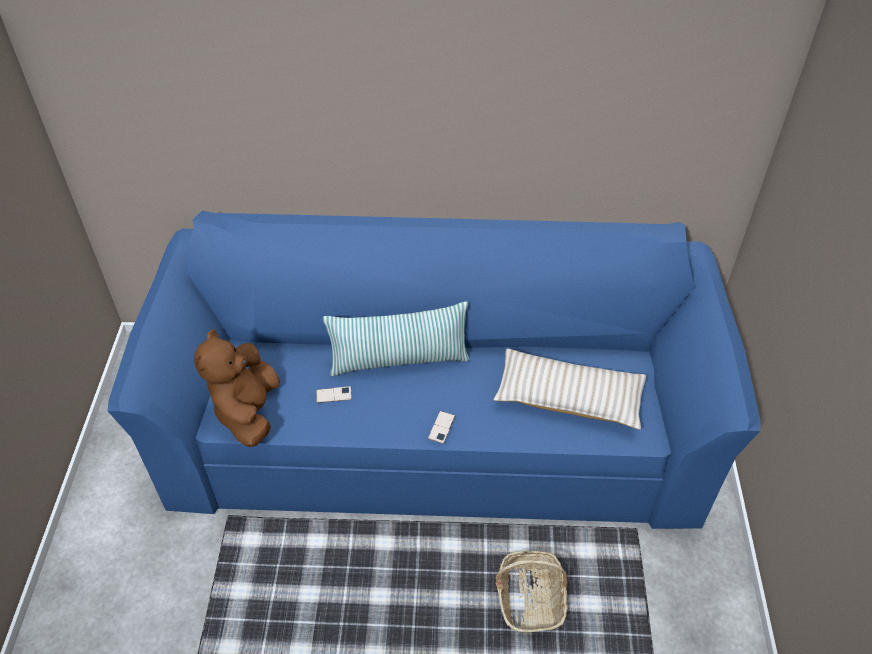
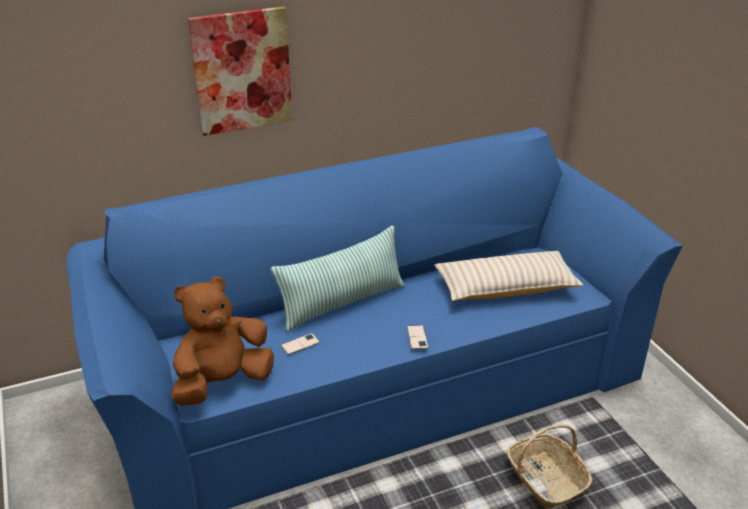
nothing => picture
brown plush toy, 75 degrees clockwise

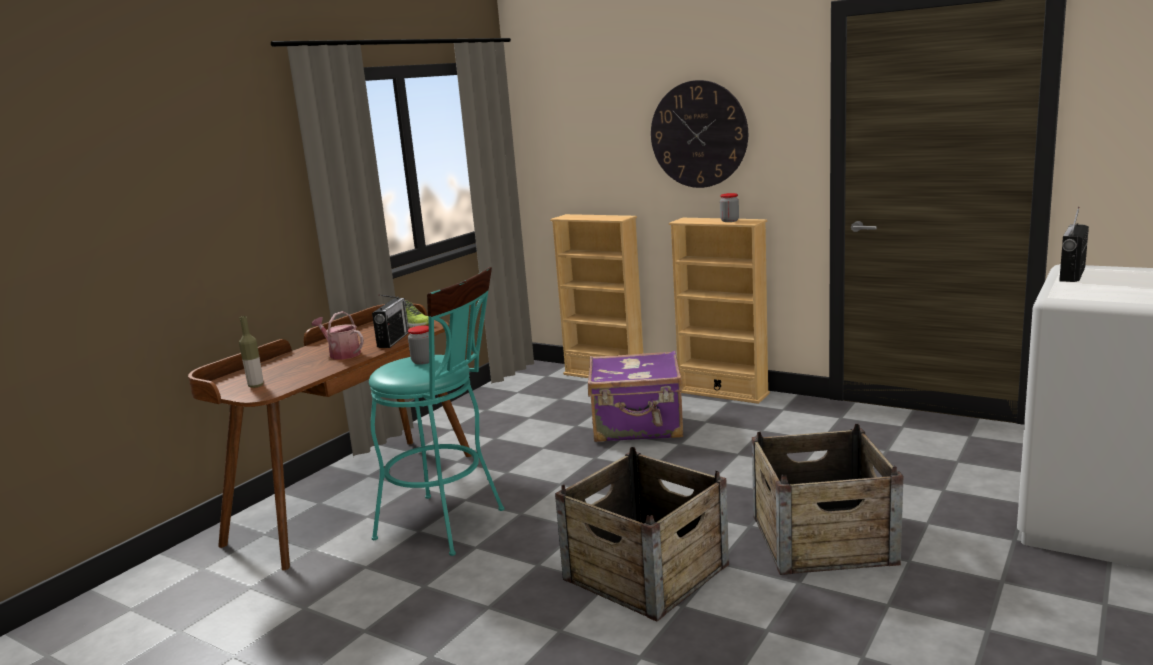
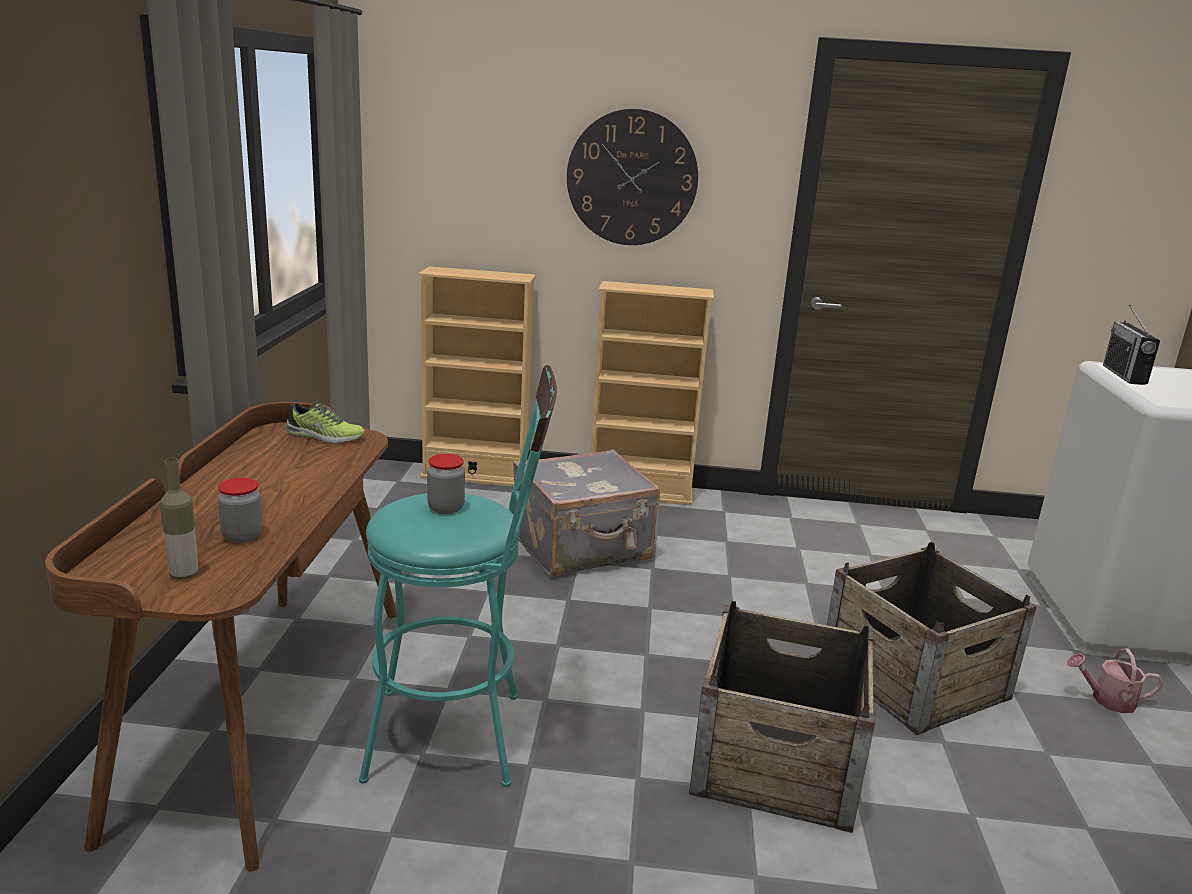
radio (1st from left) => nothing
sprinkling can, move
jar (2nd from left in the first image) => jar (1st from left), move
purple-coloured suitcase => greyish suitcase

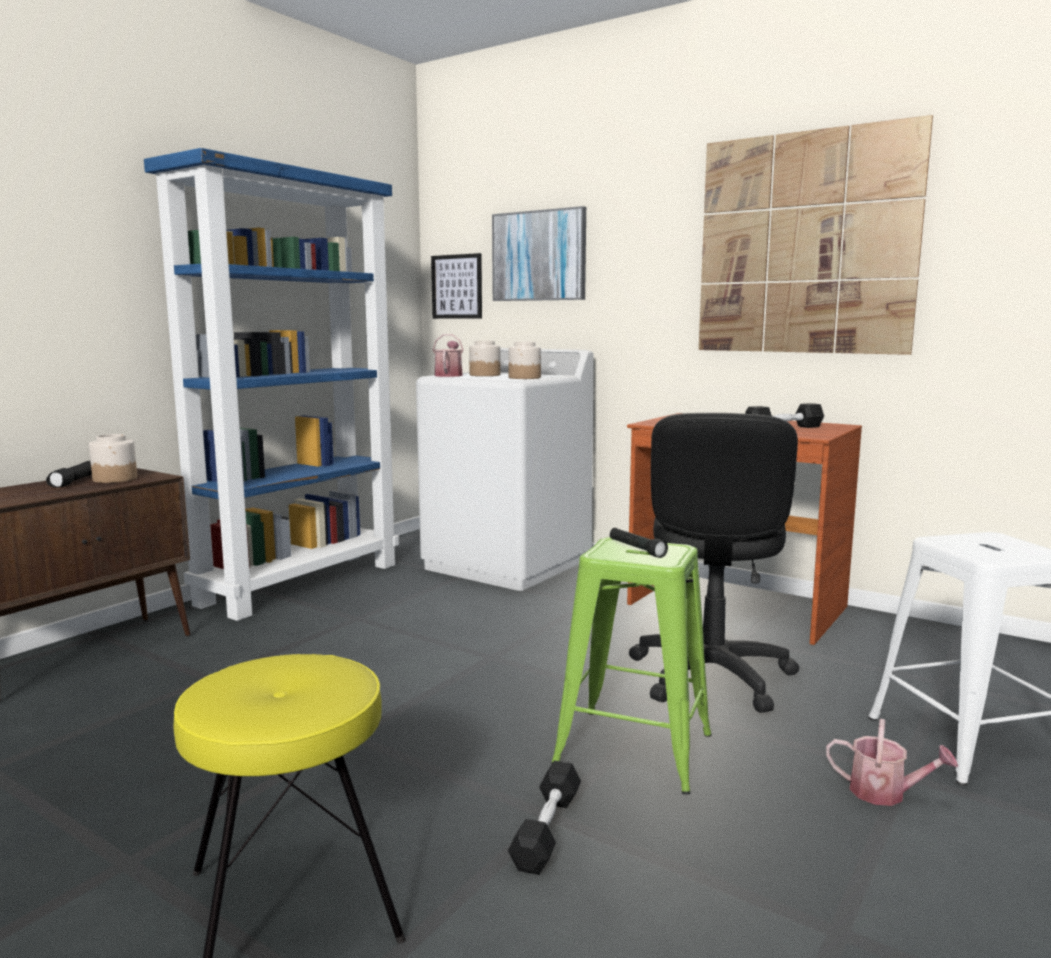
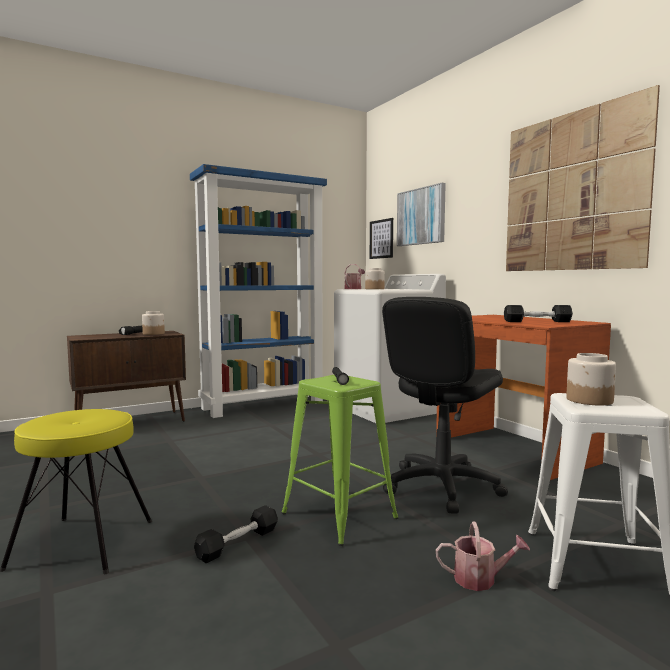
jar (3rd from left), move
sprinkling can (2nd from left), 45 degrees counterclockwise

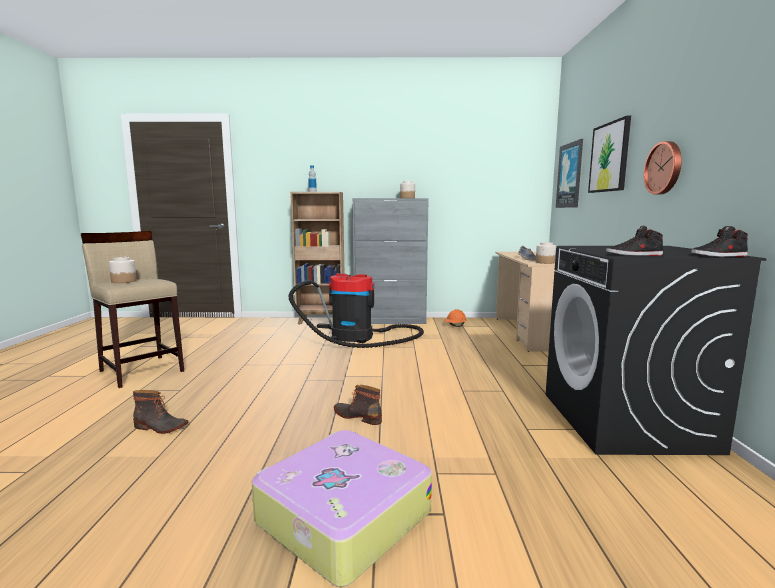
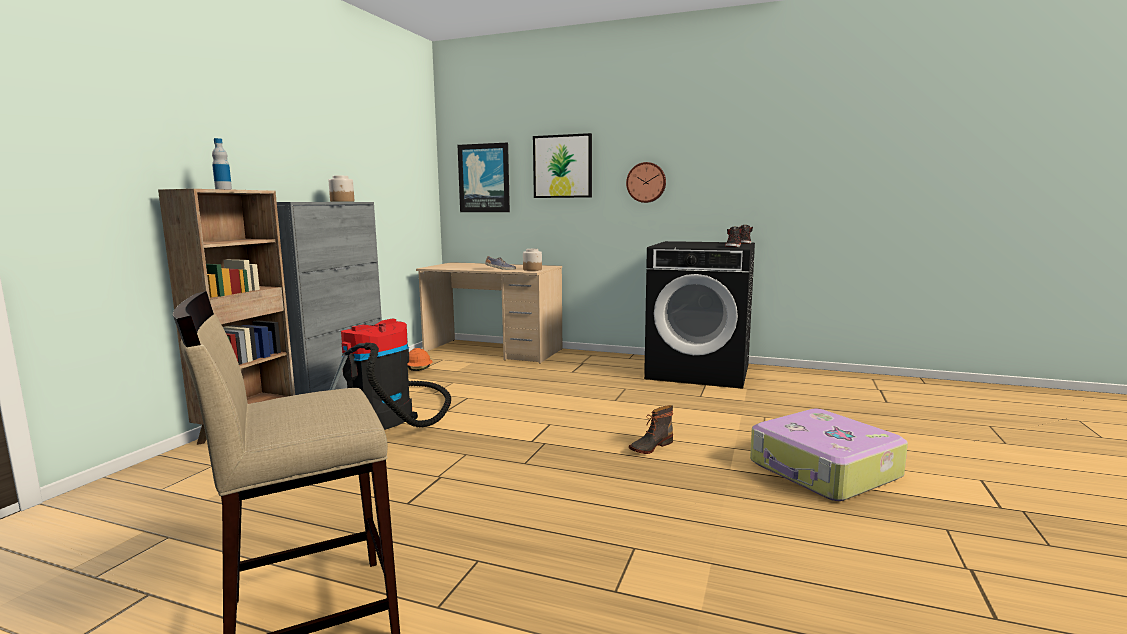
jar (1st from left) => nothing
tall boot (1st from left) => nothing

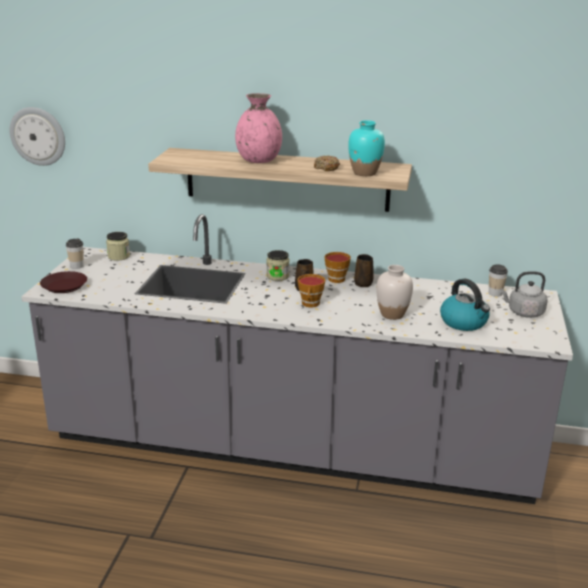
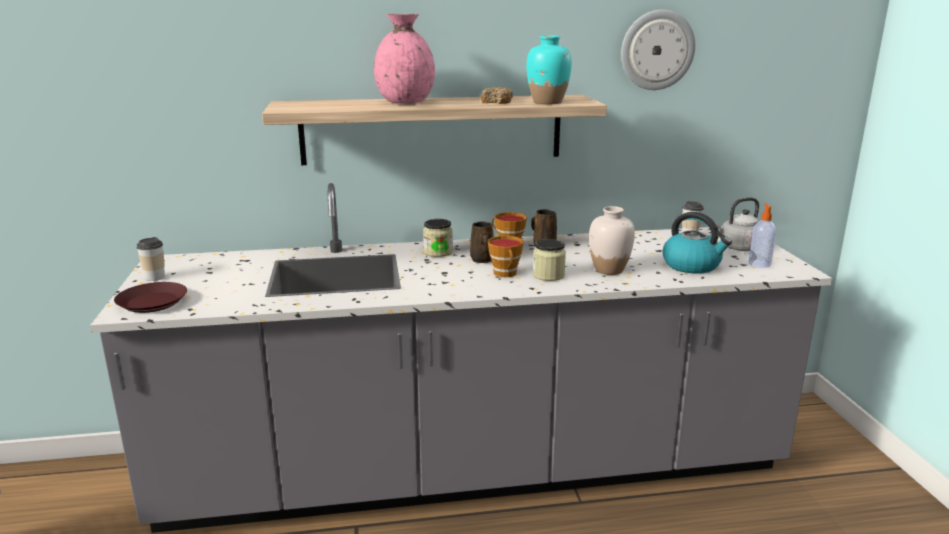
nothing => soap dispenser
wall clock, move
jar (1st from left in the first image) => jar (2nd from left), move

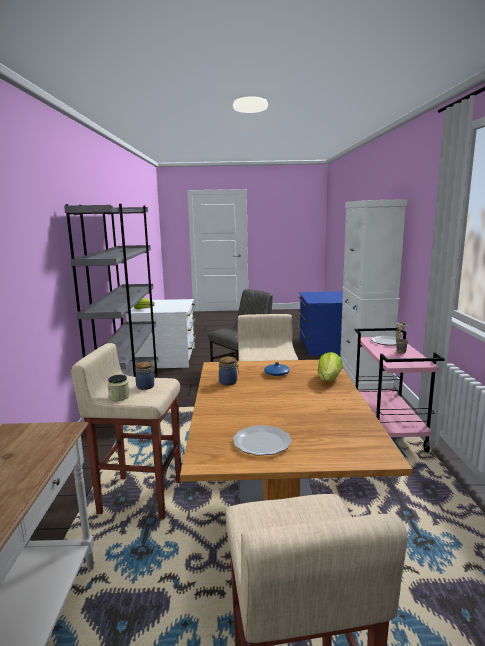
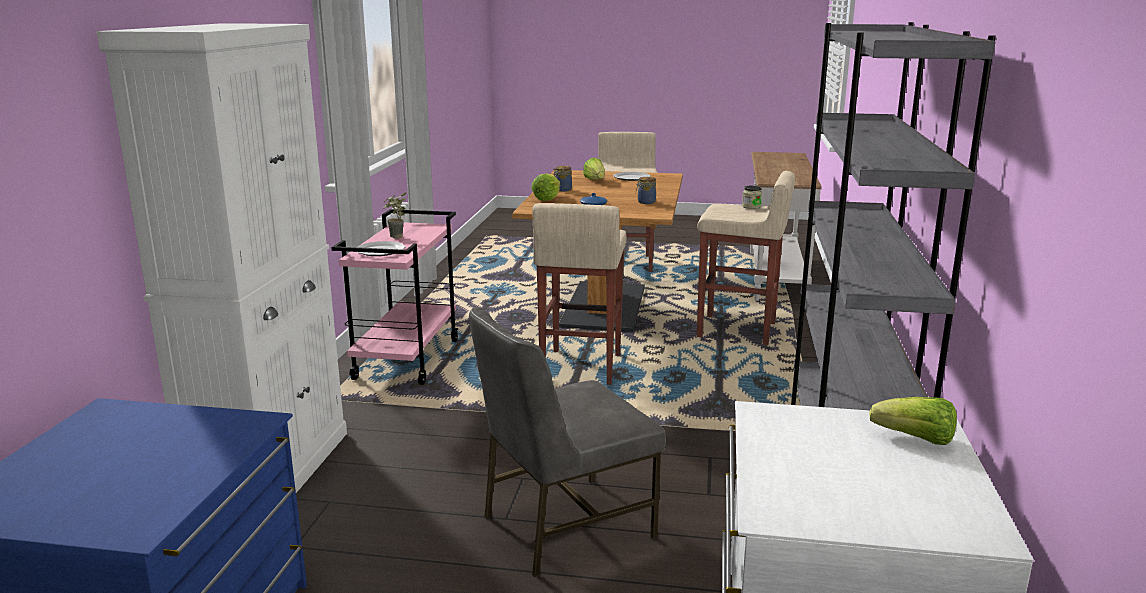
nothing => lettuce (2nd from left)
jar (2nd from left in the first image) => jar (1st from left), move

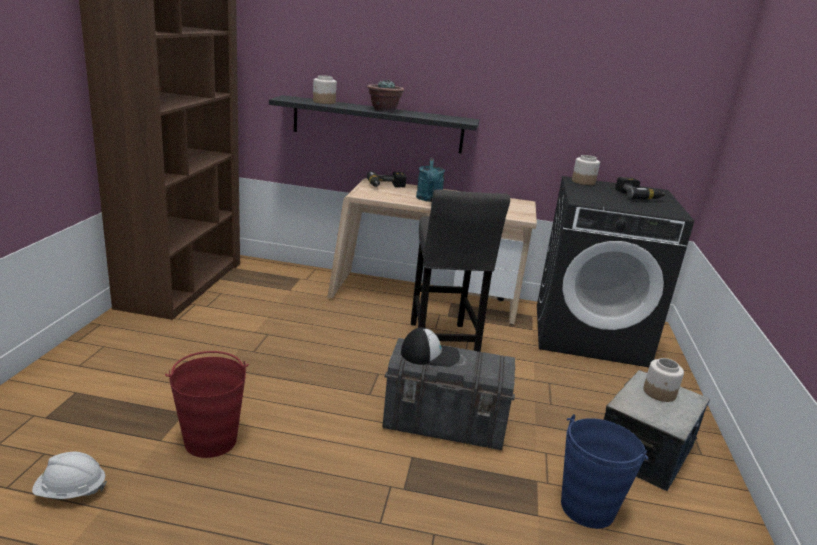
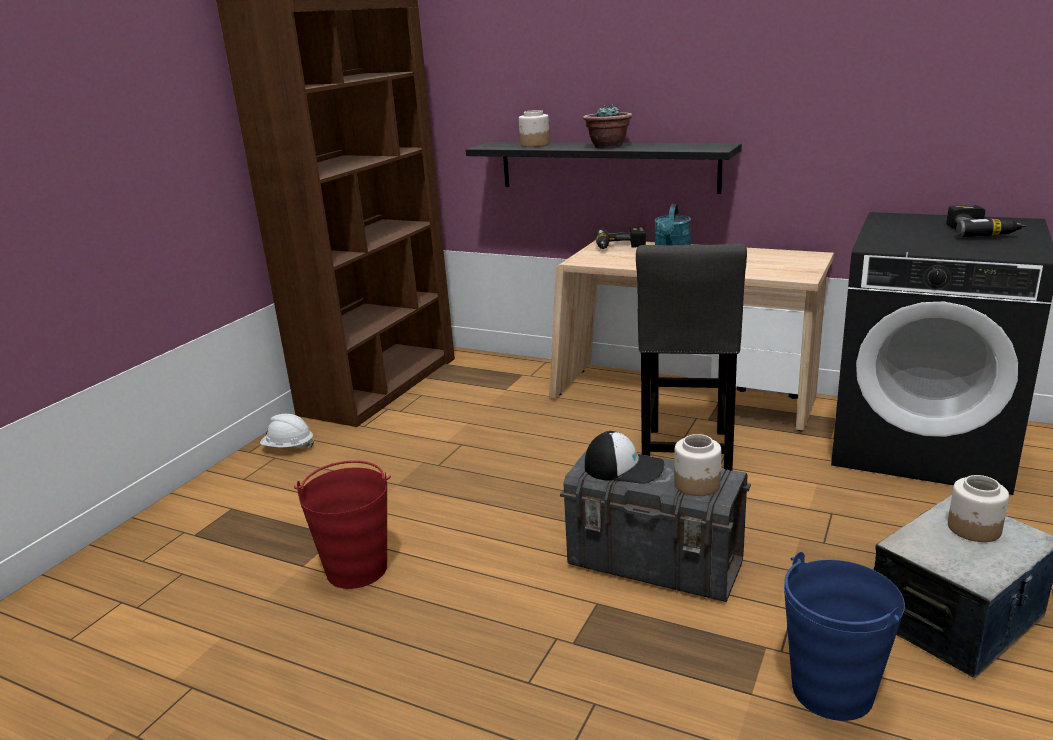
white safety helmet, move
jar (2nd from left), move

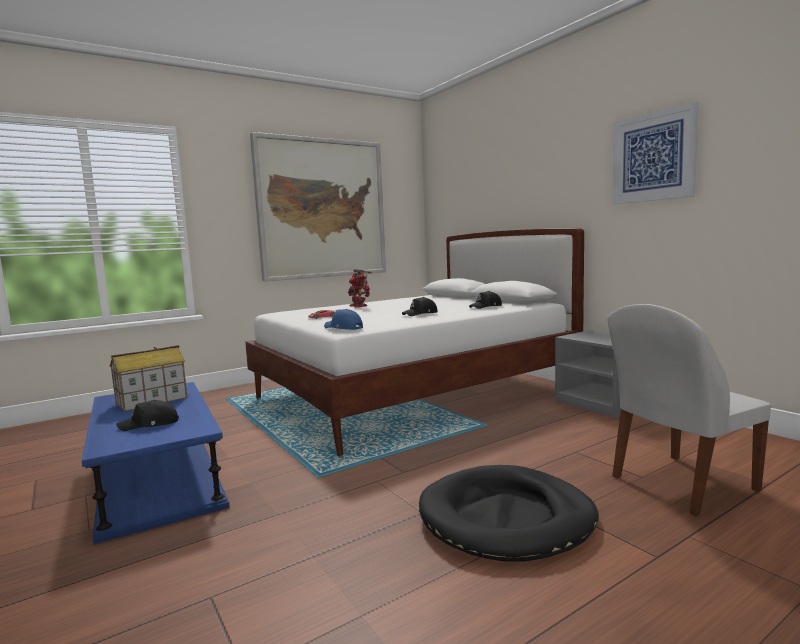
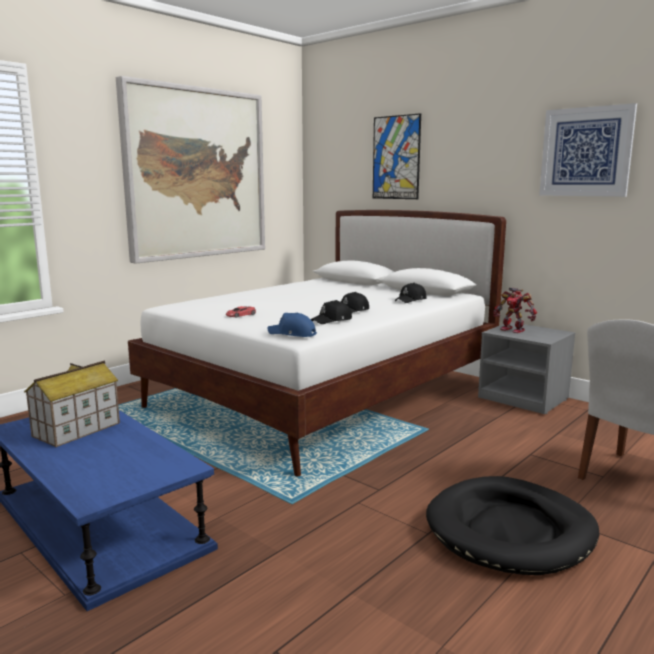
nothing => picture (2nd from left)
black baseball cap (1st from left), move
model robot, move

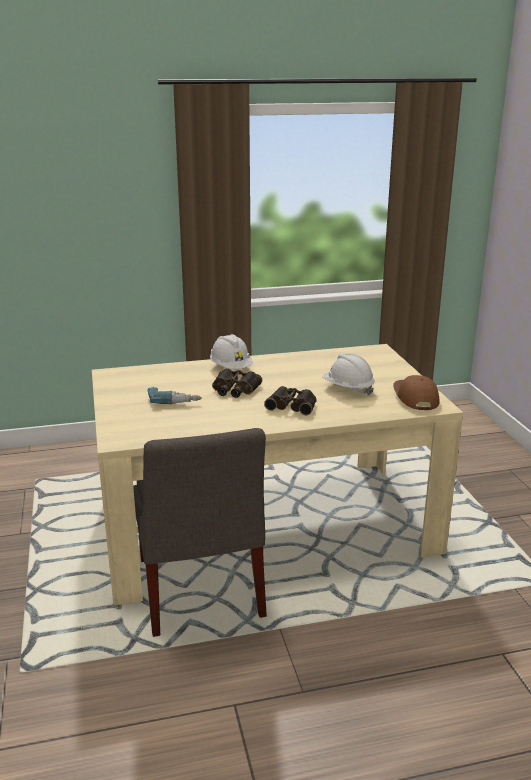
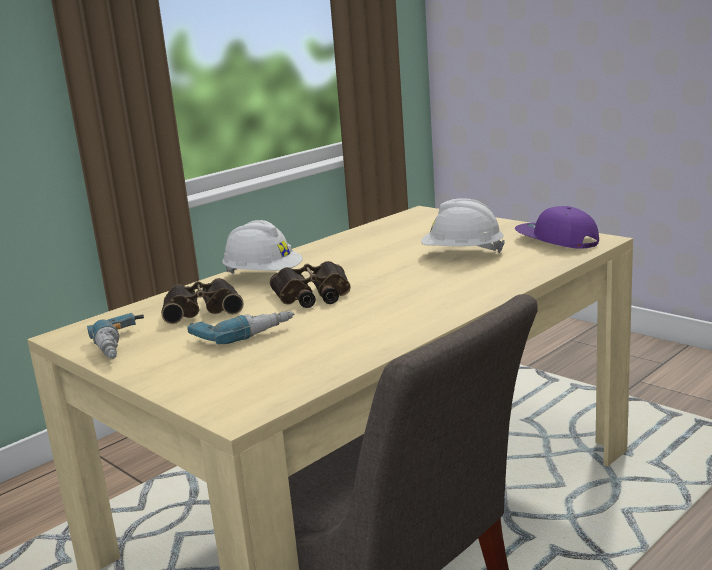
nothing => electric drill (1st from left)
field glasses (2nd from left in the first image) => field glasses (1st from left), move
brown baseball cap => purple-coloured baseball cap

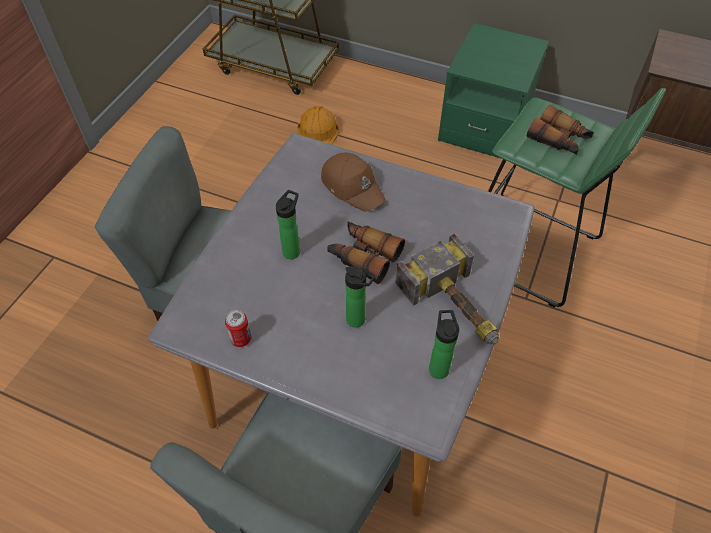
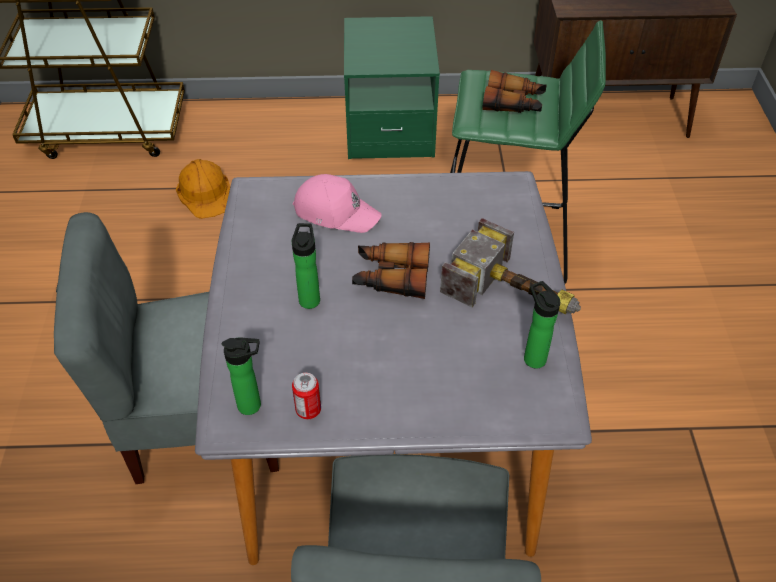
beverage bottle (2nd from left in the first image) => beverage bottle (1st from left), move
brown baseball cap => pink baseball cap

